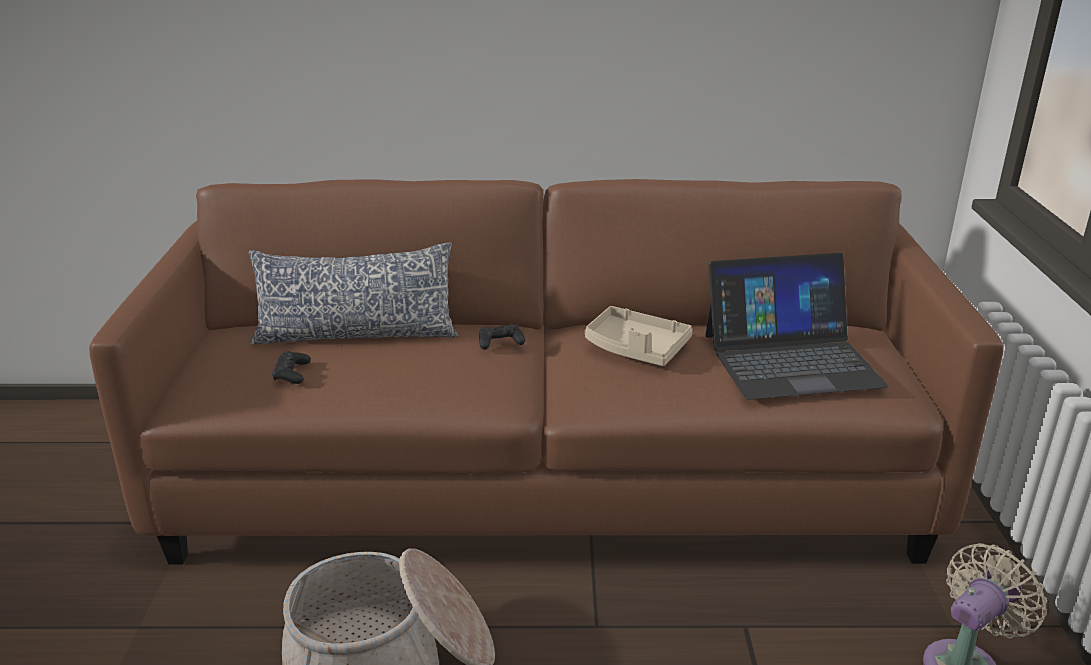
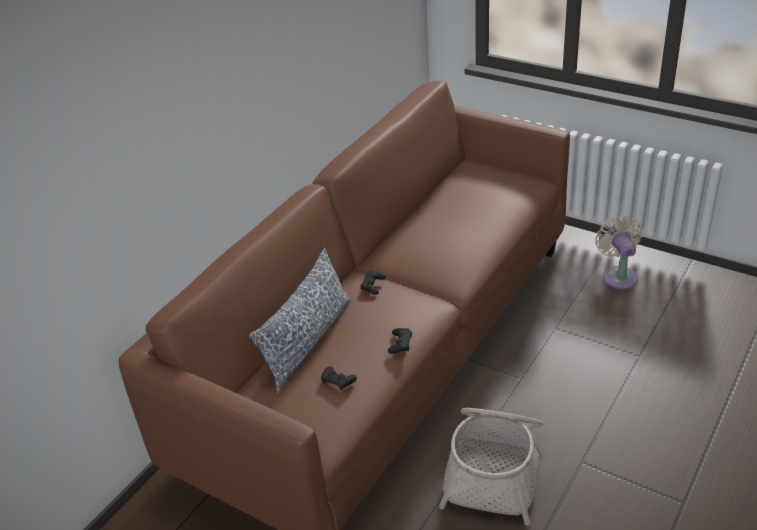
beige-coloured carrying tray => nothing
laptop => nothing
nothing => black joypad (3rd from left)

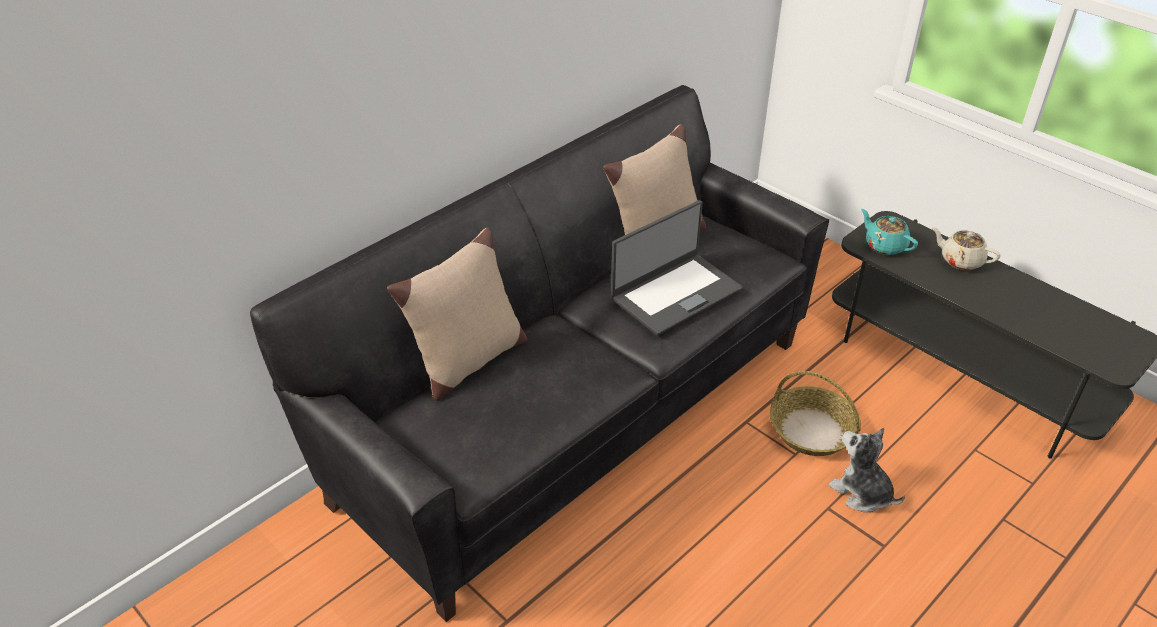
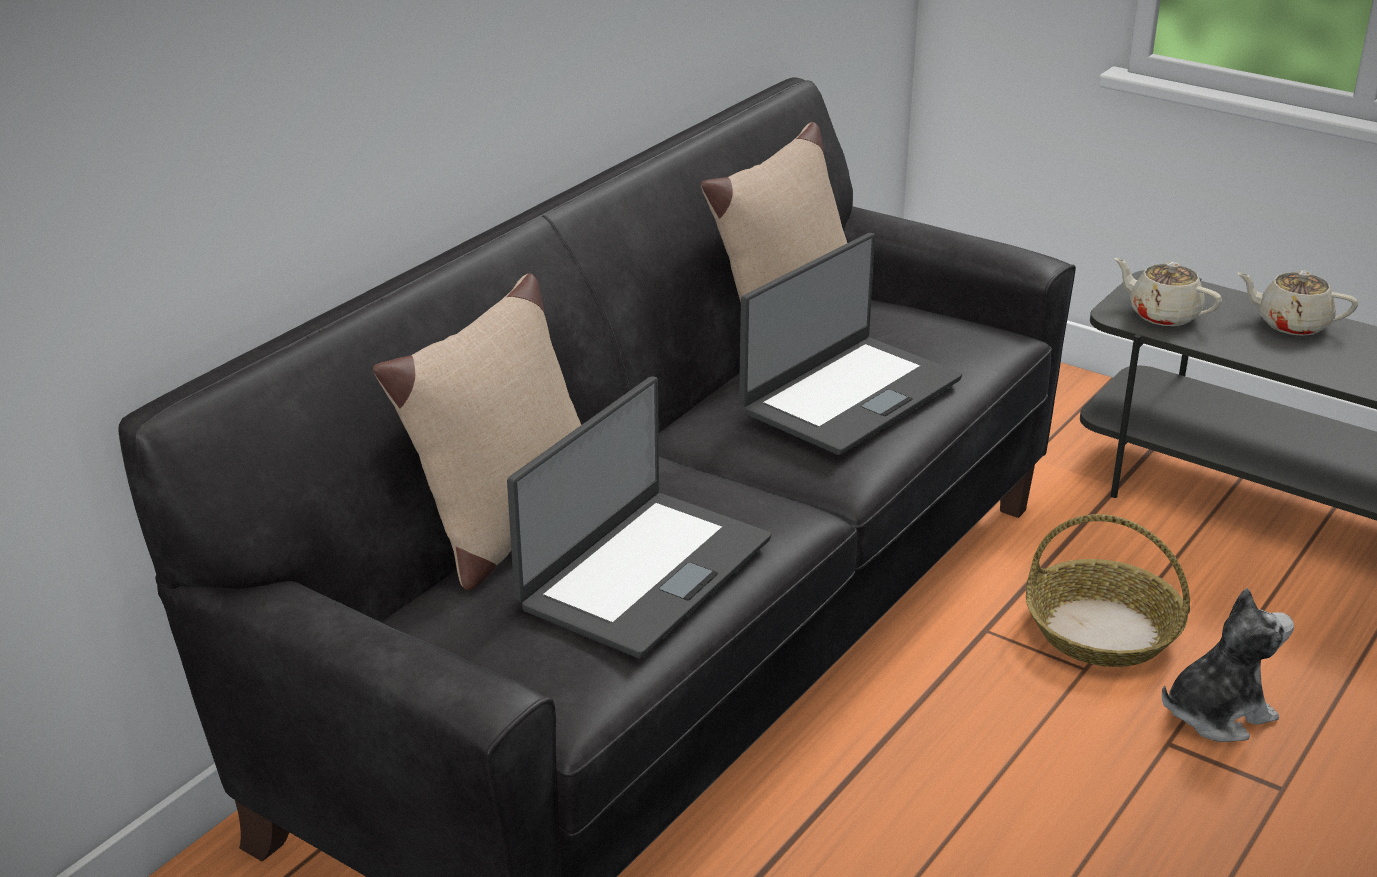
nothing => laptop (1st from left)
turquoise pot for tea => beige-coloured pot for tea (1st from left)
plush toy, 120 degrees clockwise

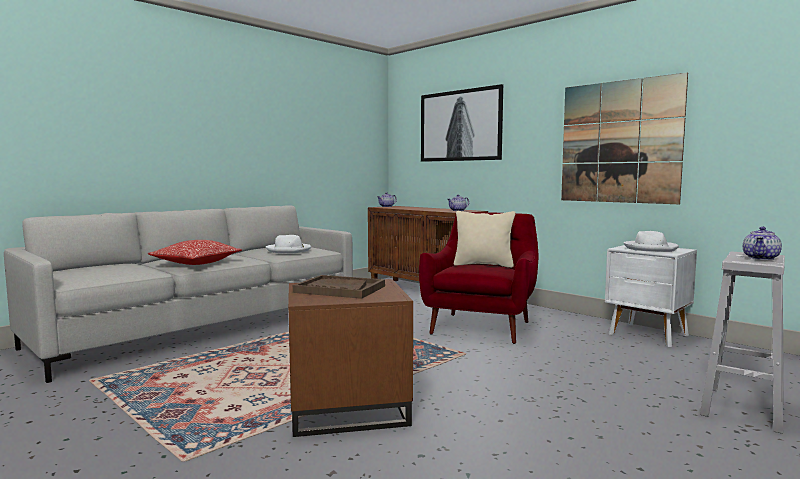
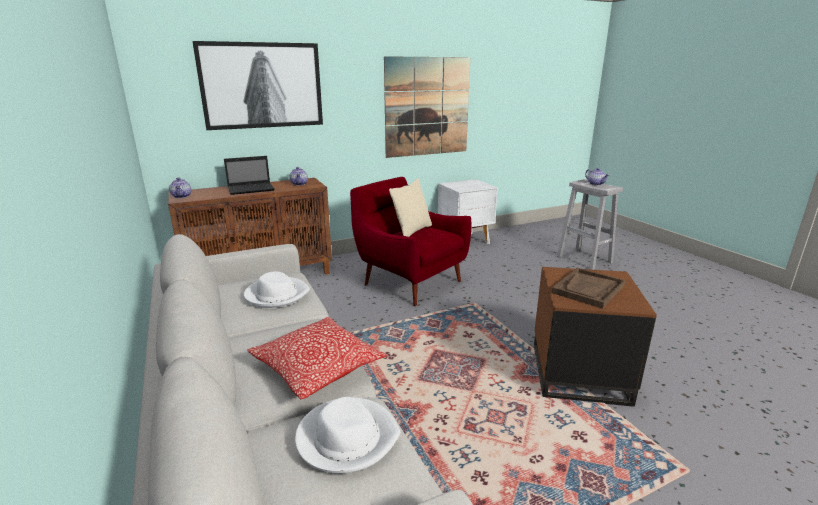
nothing => laptop
white clothing hat (2nd from left), move

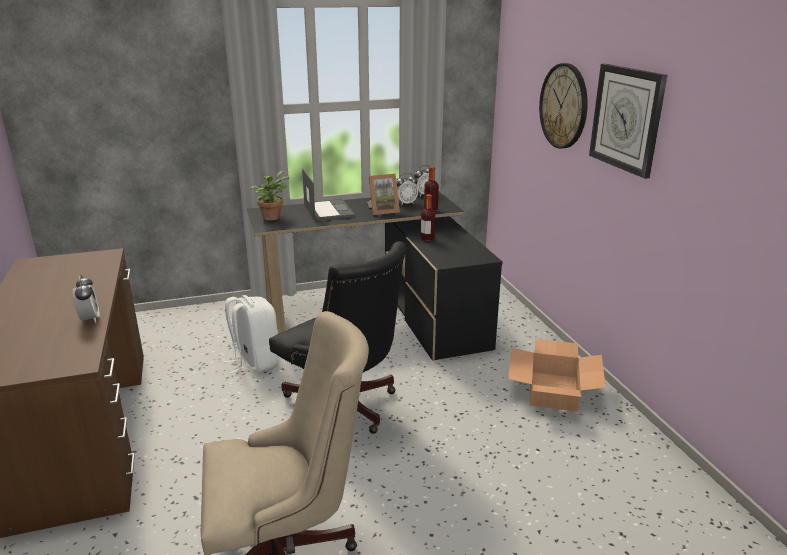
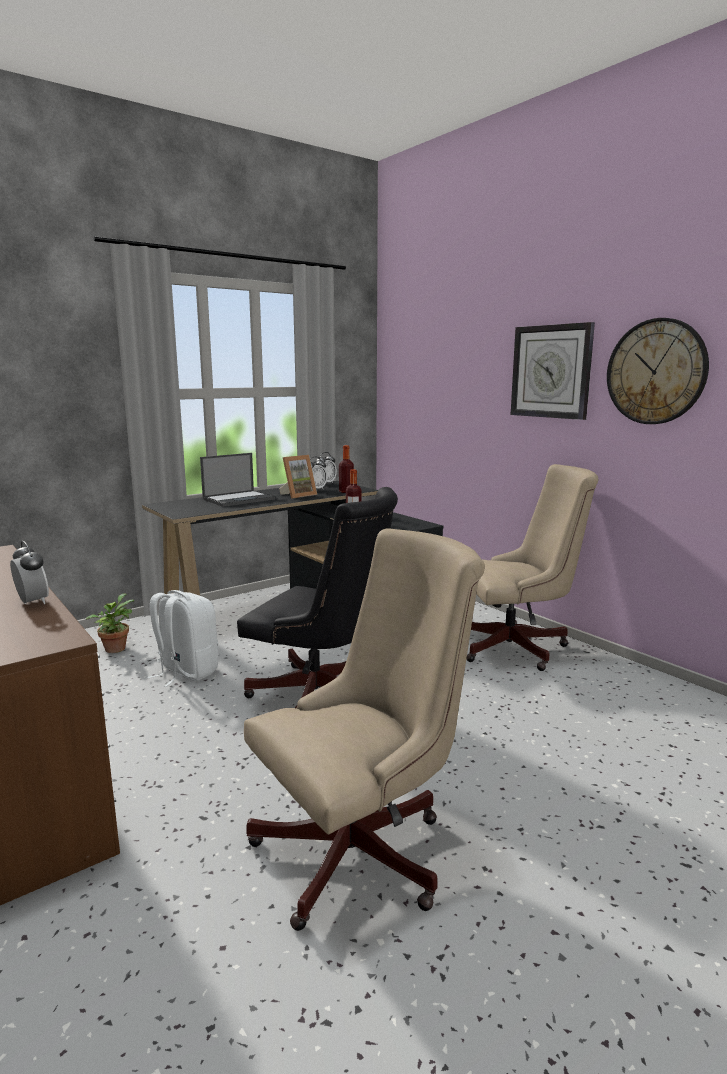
plant in a pot, move
wall clock (1st from left in the first image) => wall clock (2nd from left), move
packing box => beige-coloured desk chair (2nd from left)
laptop, 90 degrees clockwise

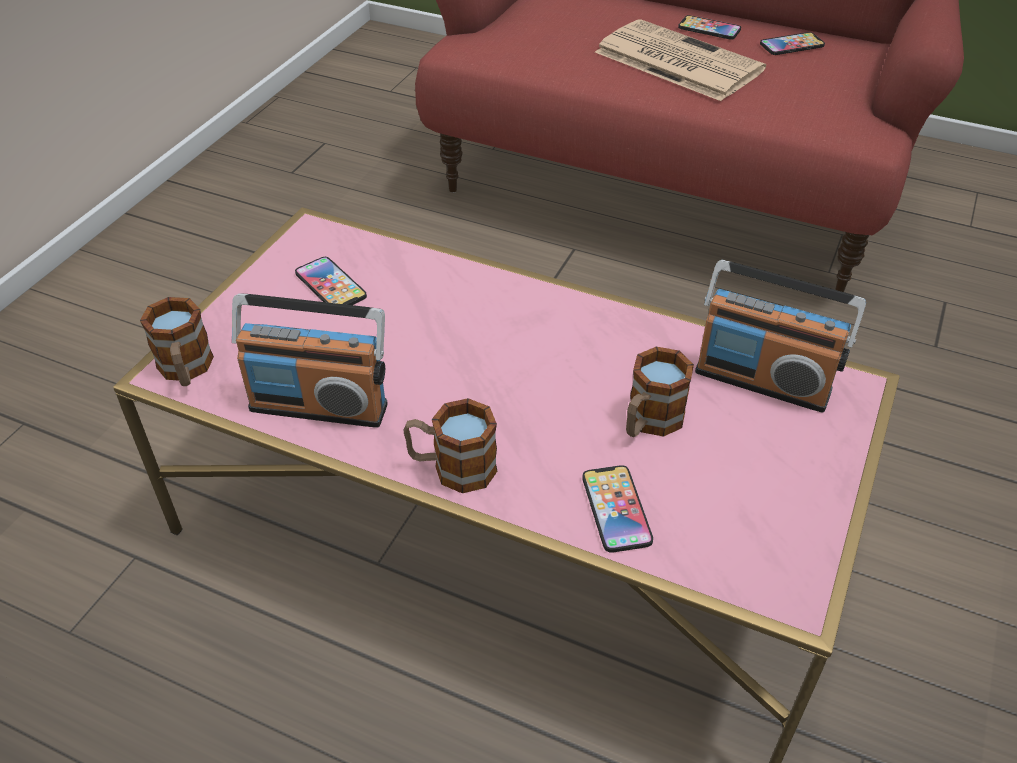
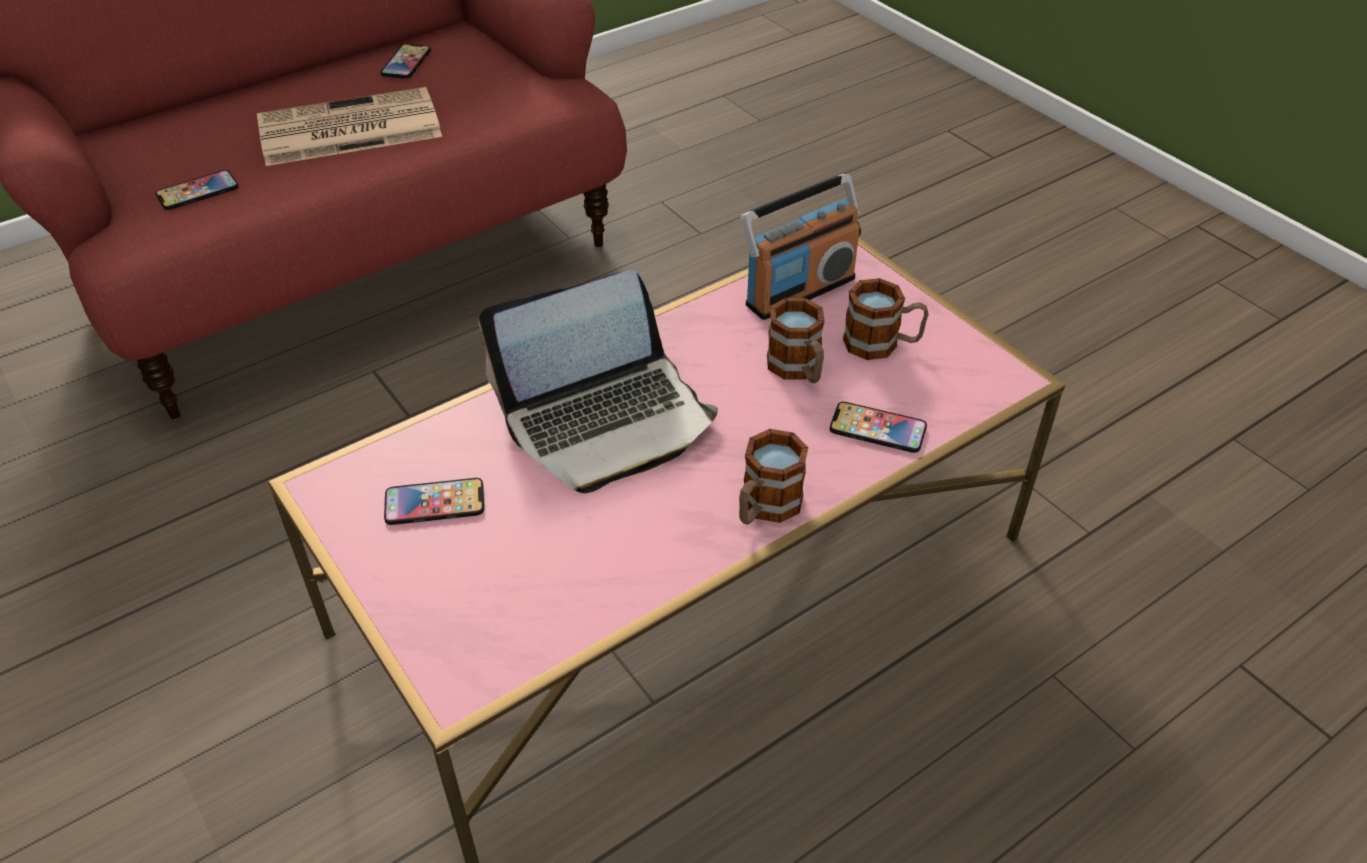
radio (1st from left) => nothing
nothing => laptop
coffee mug (1st from left in the first image) => coffee mug (3rd from left), move
phone (3rd from left in the first image) => phone (1st from left), move

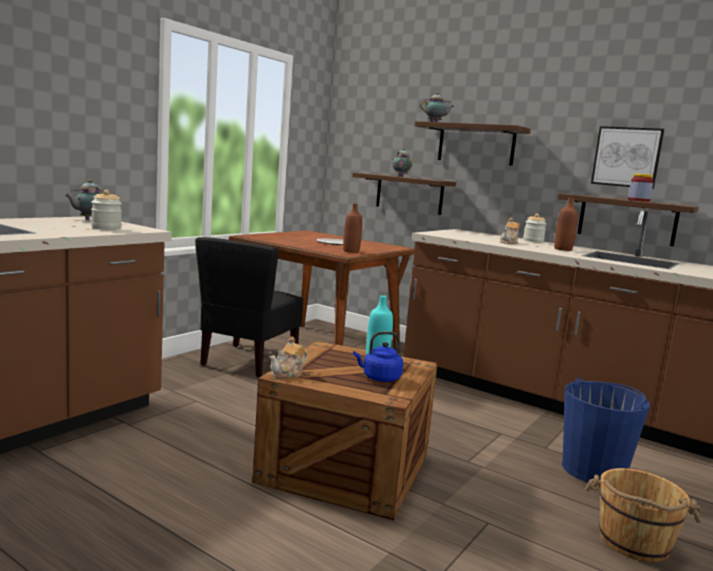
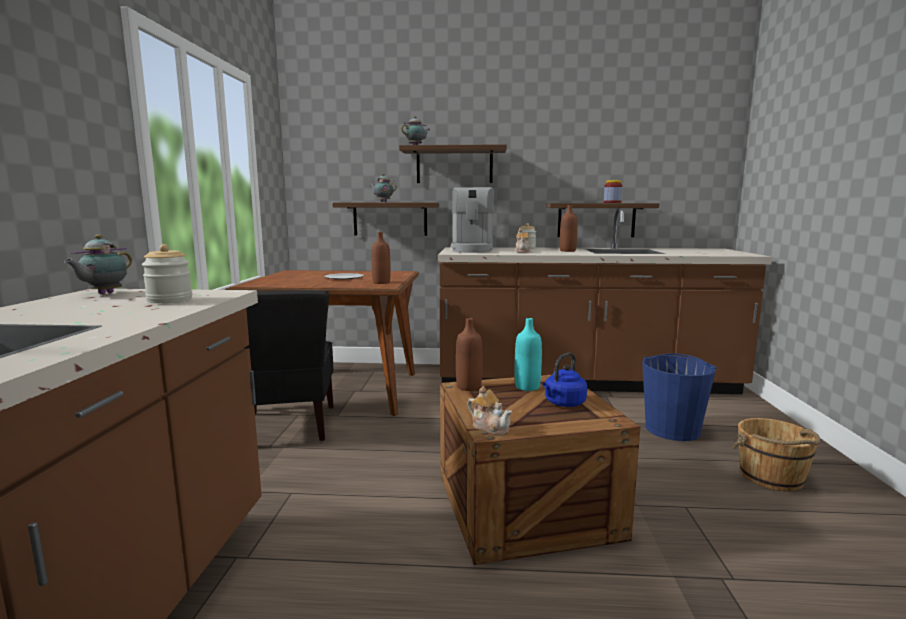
picture => nothing
nothing => coffee maker
nothing => brown beverage bottle (2nd from left)
pot for tea (2nd from left in the first image) => pot for tea (4th from left), 60 degrees counterclockwise

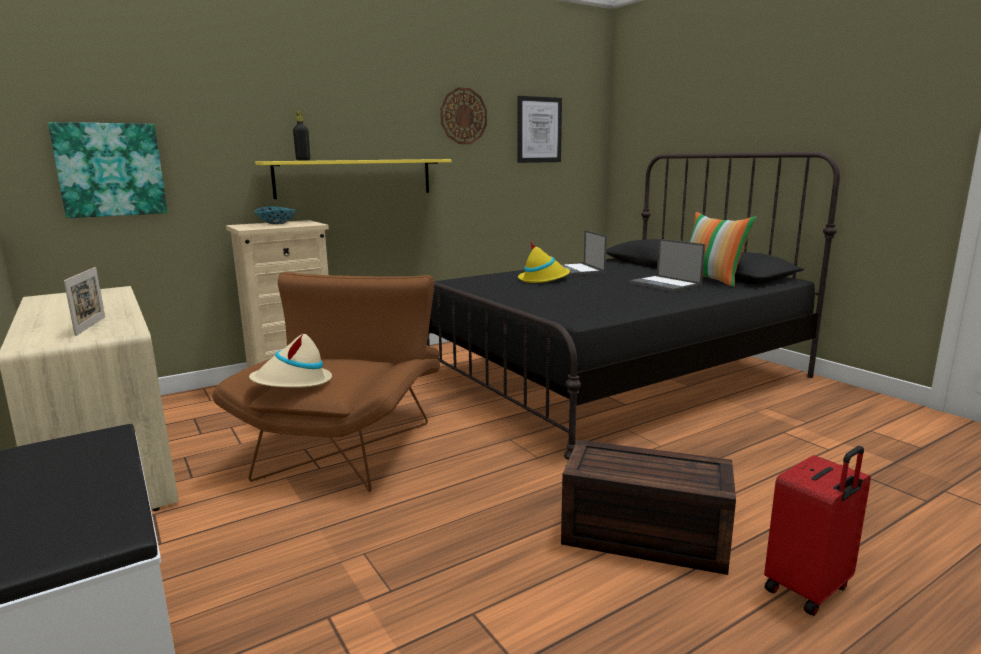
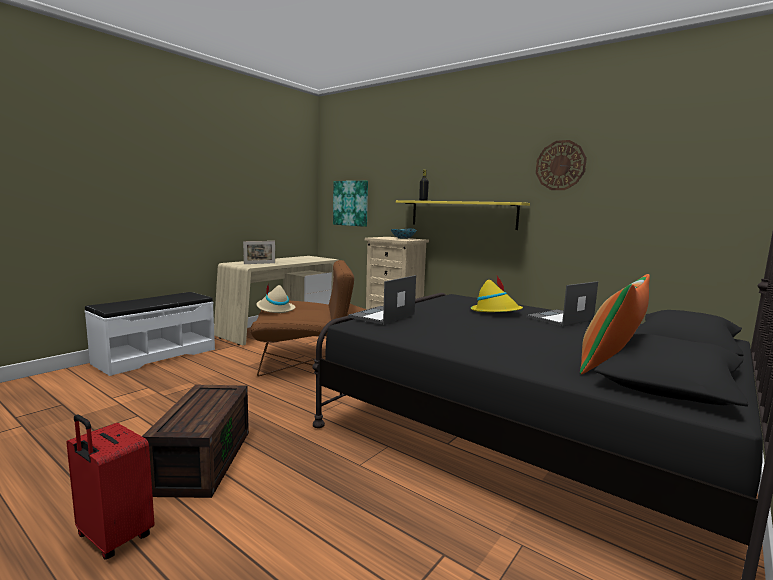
picture (2nd from left) => nothing
laptop (2nd from left in the first image) => laptop (1st from left), move

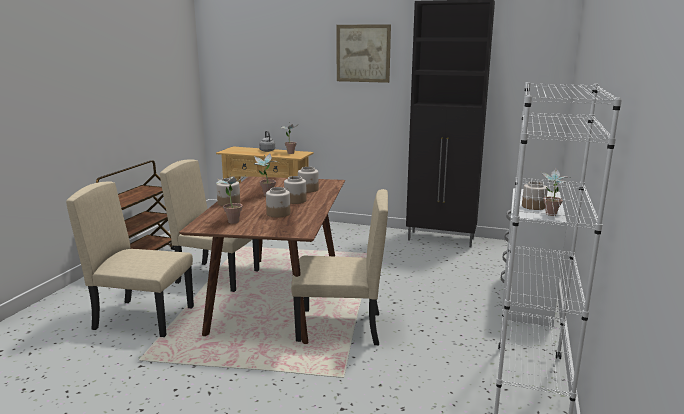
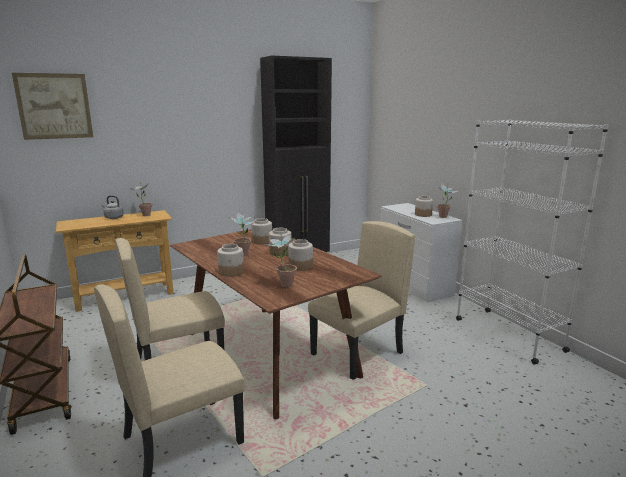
picture, move

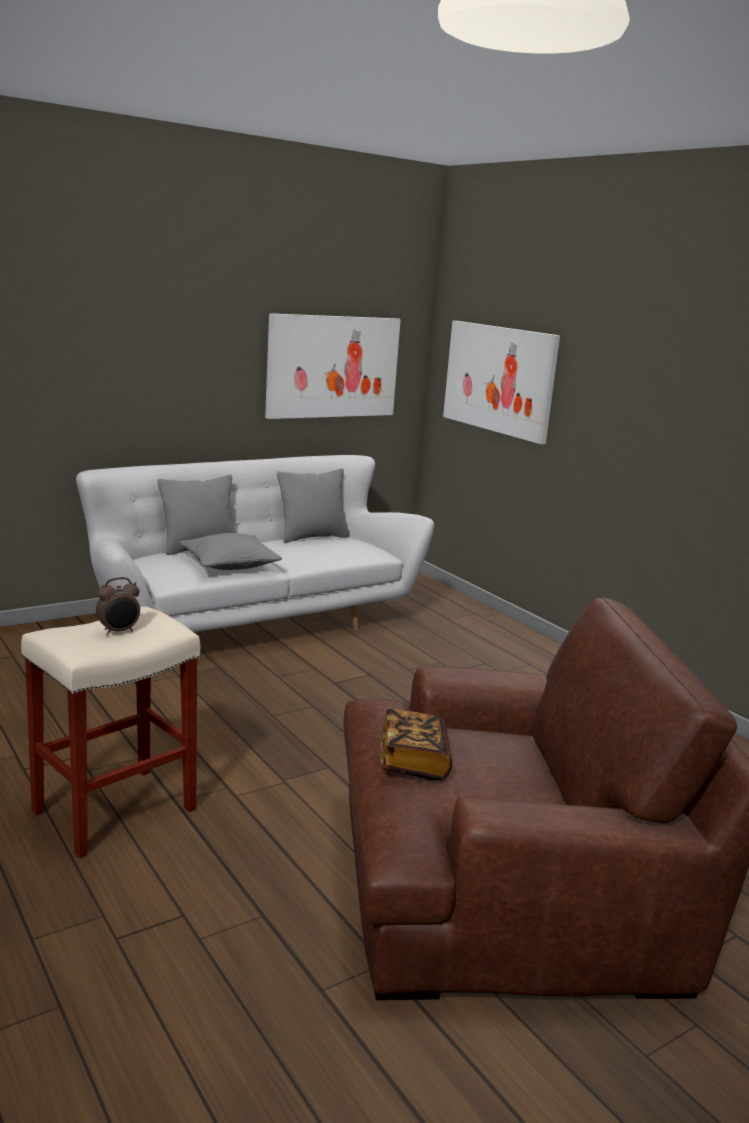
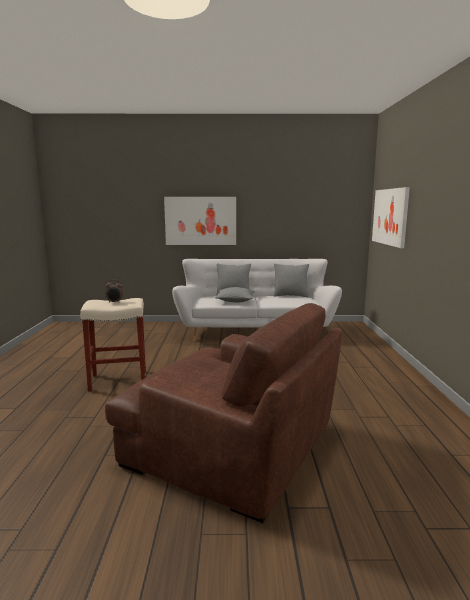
book => nothing
picture (1st from left), move

